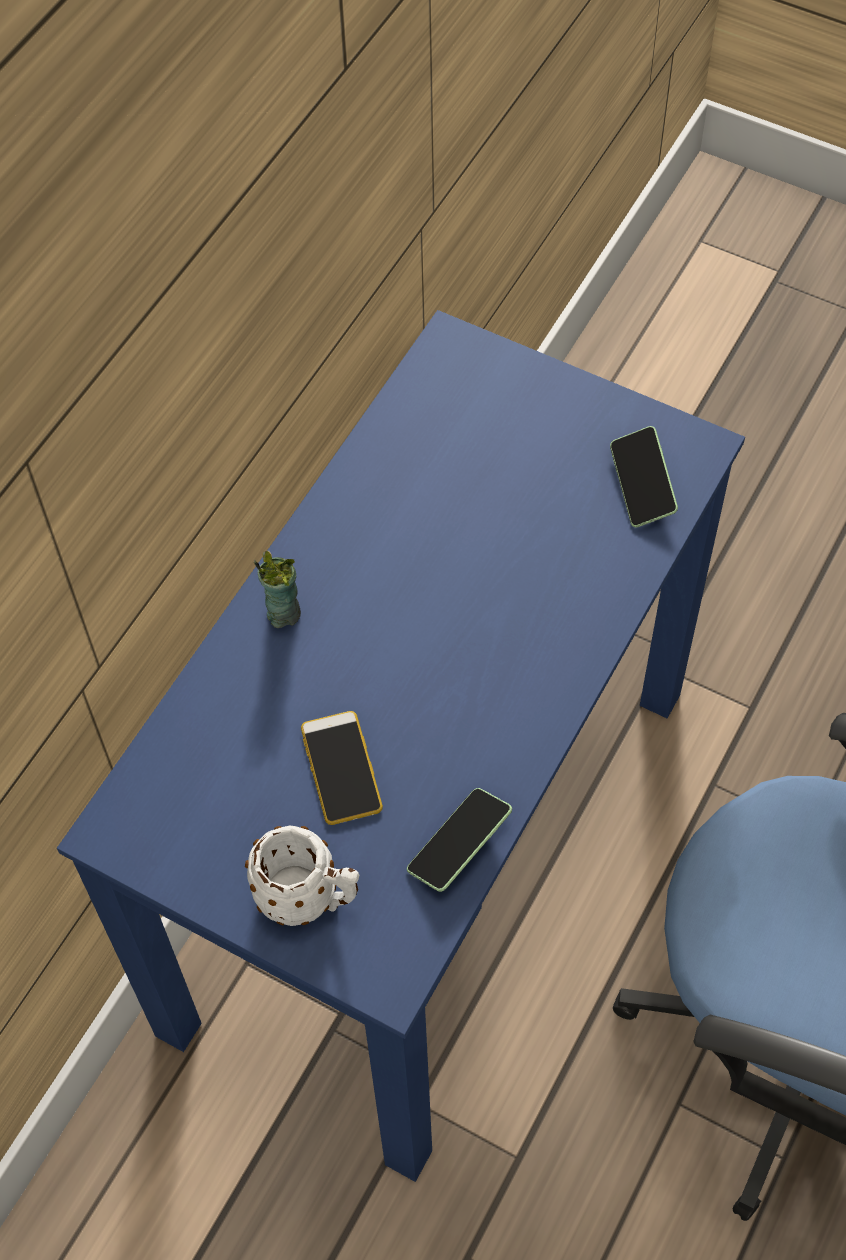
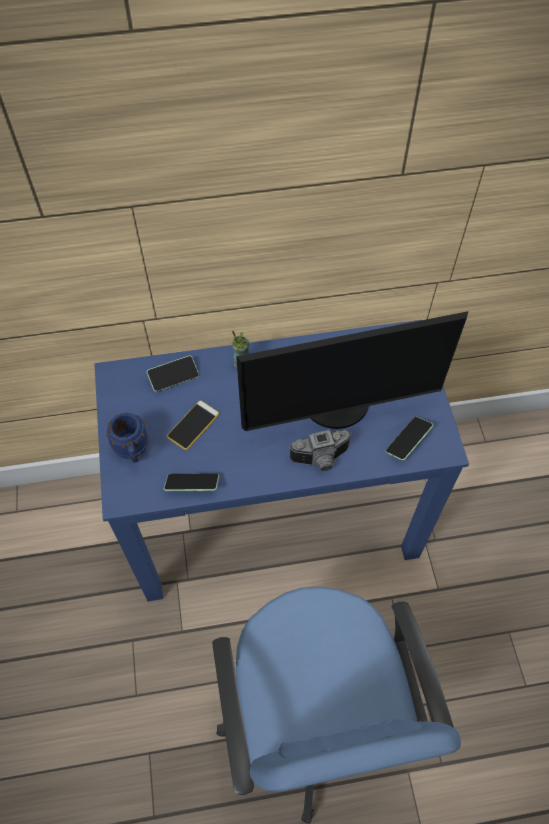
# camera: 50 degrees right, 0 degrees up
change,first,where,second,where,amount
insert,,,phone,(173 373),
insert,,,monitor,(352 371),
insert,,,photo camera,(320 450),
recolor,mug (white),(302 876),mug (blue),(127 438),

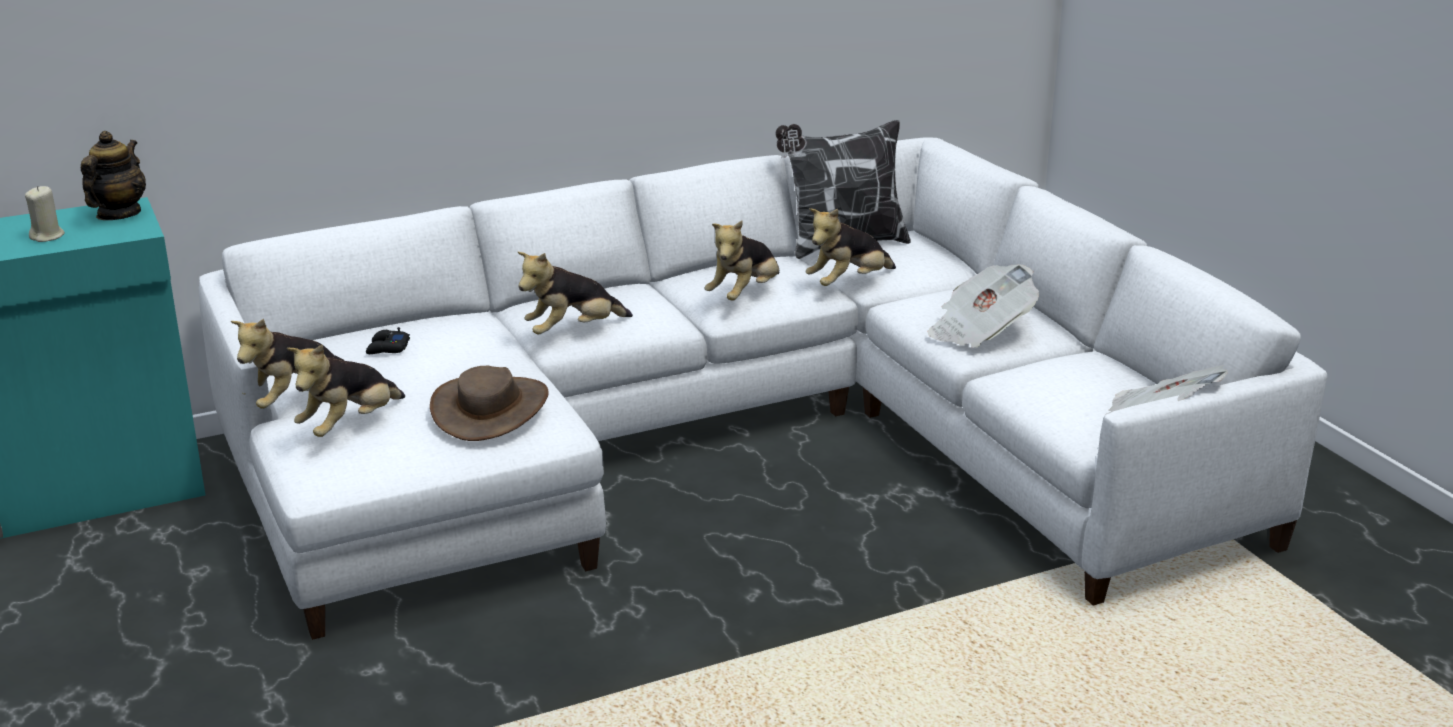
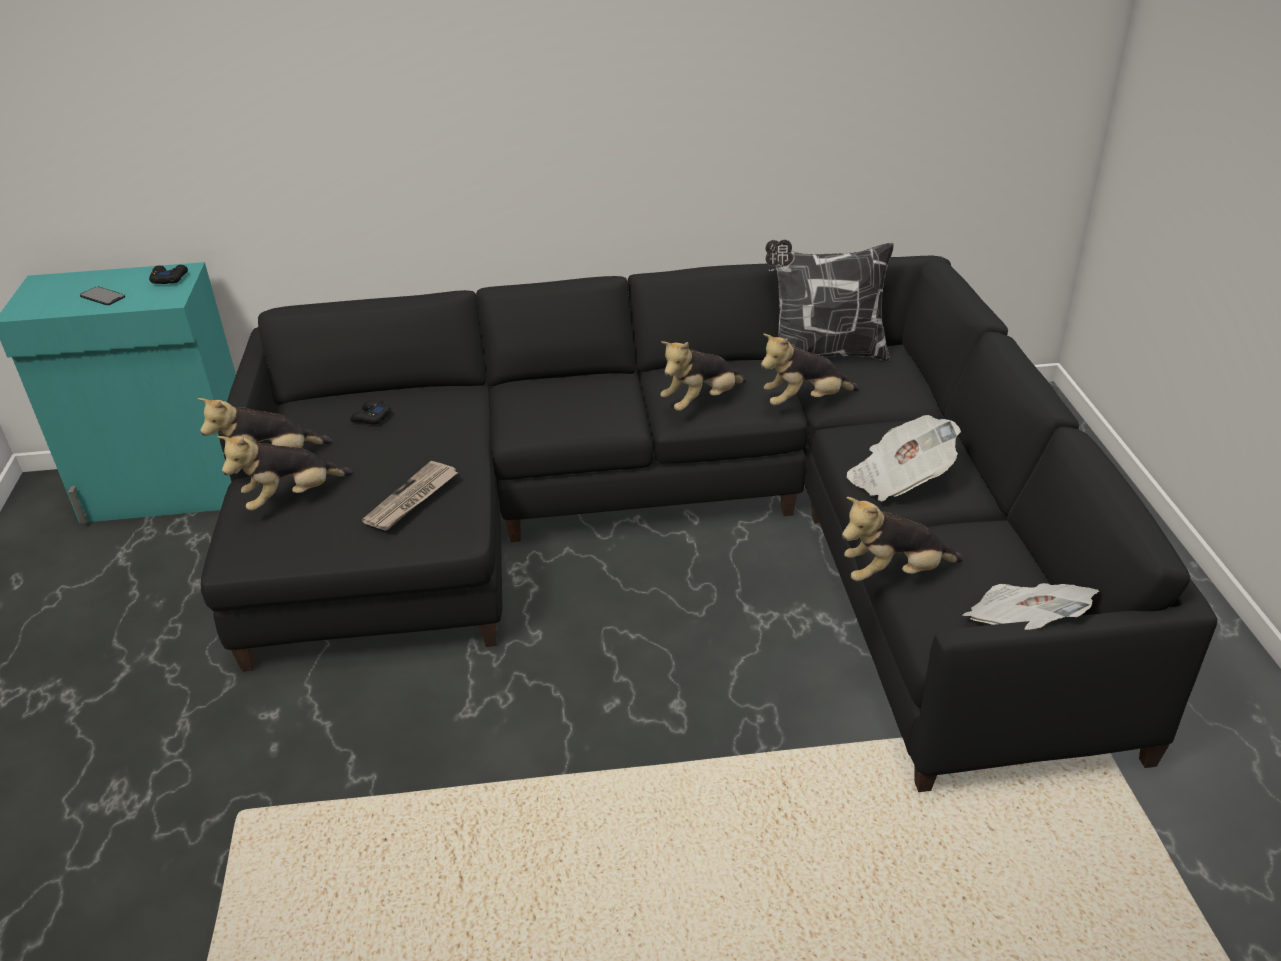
# camera: 20 degrees right, 10 degrees up
change,first,where,second,where,amount
move,plush toy,(575 293),,(903 539),
replace,candle (beige),(45 214),phone,(102 295),
replace,teapot,(113 175),game controller (black),(168 274),
replace,hat (brown),(489 403),newspaper,(410 496),
recolor,sofa (white),(763 388),sofa (black),(709 524),

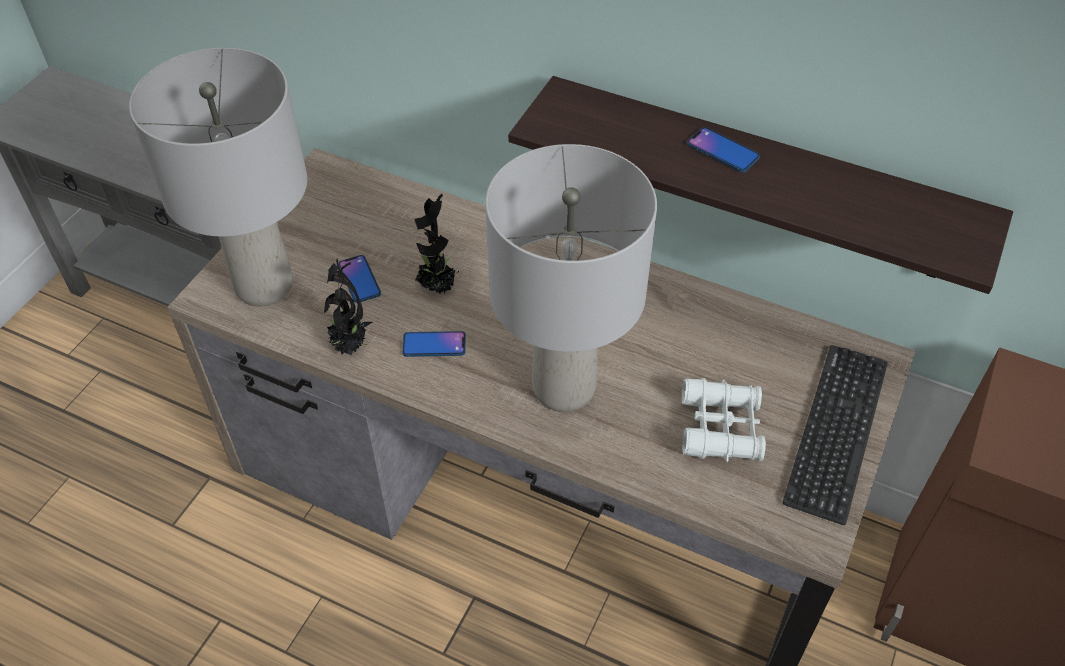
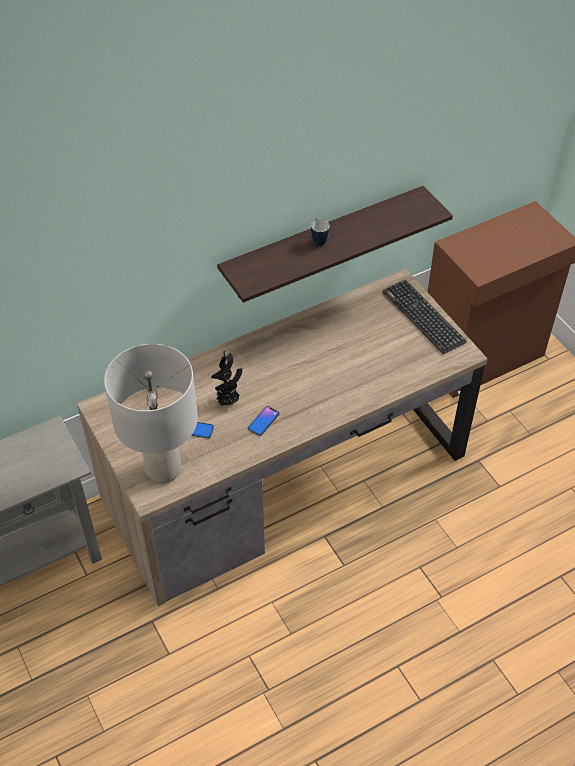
# camera: 55 degrees left, 0 degrees up
change,first,where,second,where,amount
delete,potted plant,(348 306),,,
delete,table lamp (grey),(571 278),,,
delete,binoculars (white),(724 420),,,
replace,phone,(723 150),mug,(320 232),

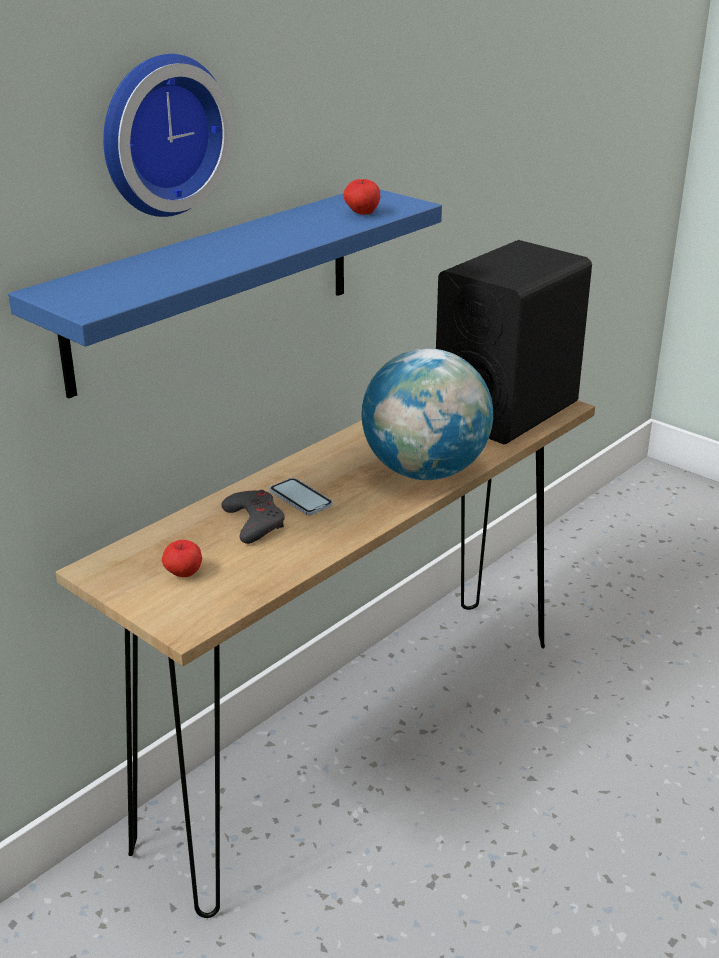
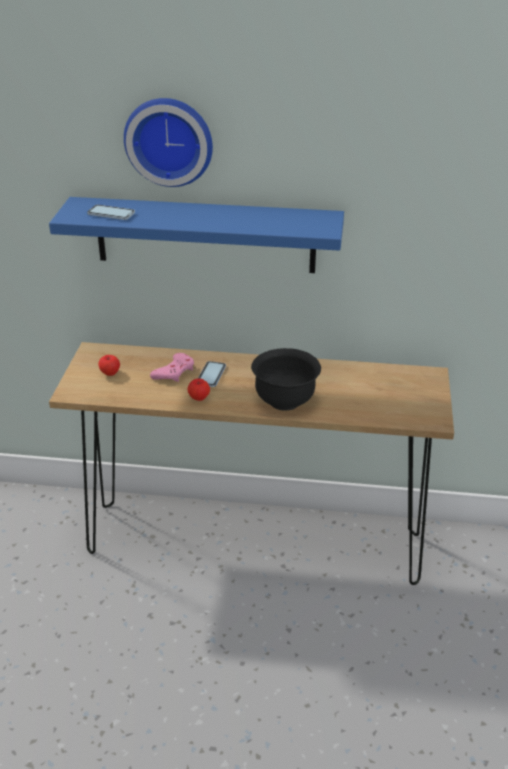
# camera: 55 degrees right, 5 degrees up
change,first,where,second,where,amount
delete,speaker (black),(514 342),,,
insert,,,phone,(111 212),
move,apple,(361 197),,(198 389),
replace,globe,(427 414),bowl (black),(286 379),
recolor,game controller (grey),(253 517),game controller (pink),(172 367),

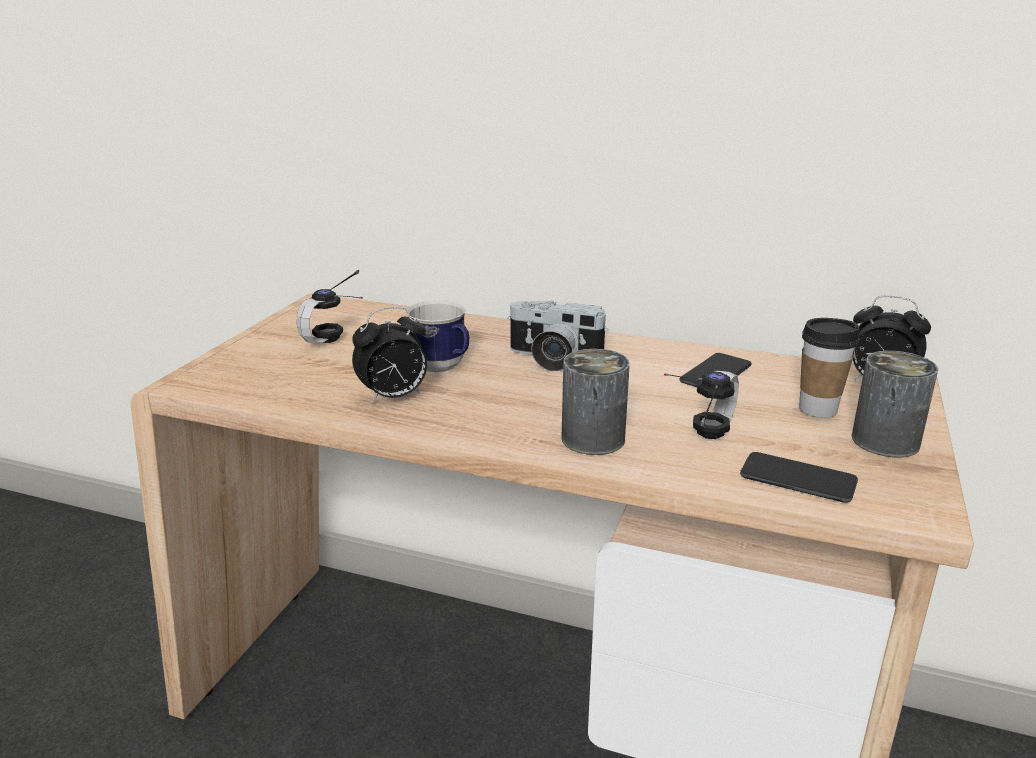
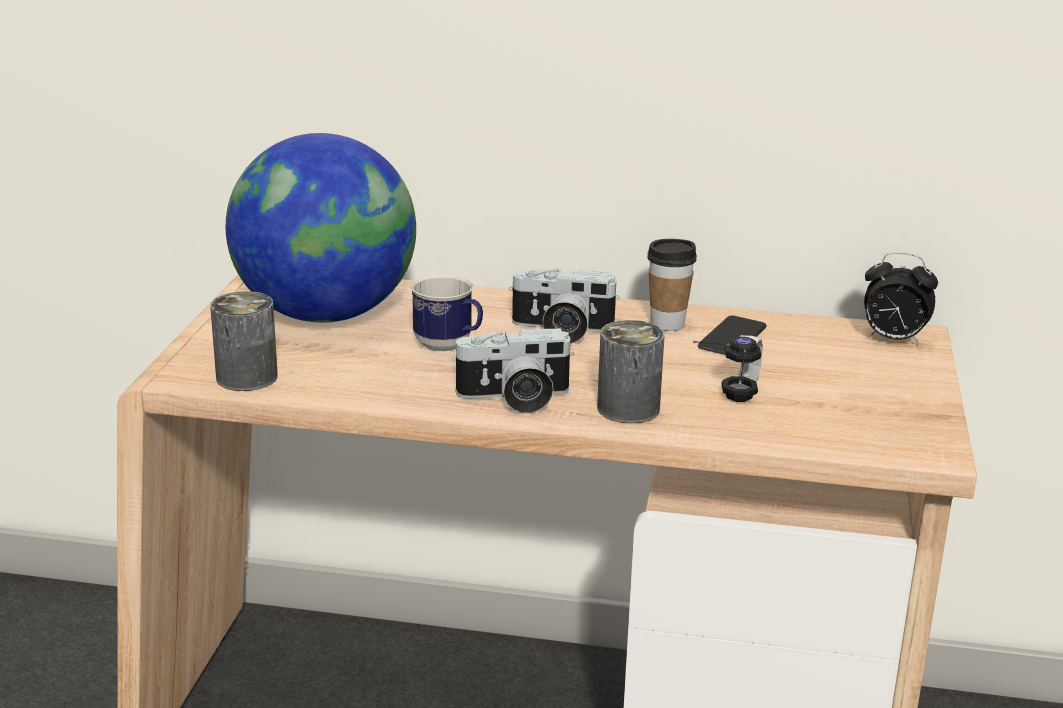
# camera: 10 degrees left, 0 degrees up
change,first,where,second,where,amount
delete,alarm clock,(389 355),,,
delete,phone,(799 477),,,
insert,,,photo camera,(512 370),
move,cup,(829 368),,(672 285),
move,can,(895 404),,(244 341),
replace,headphones,(330 306),globe,(321 228),

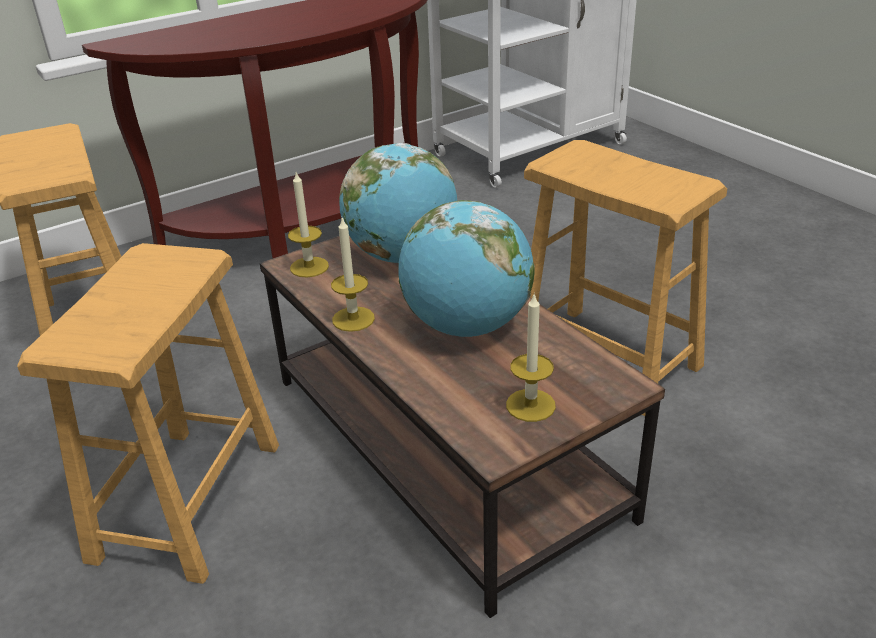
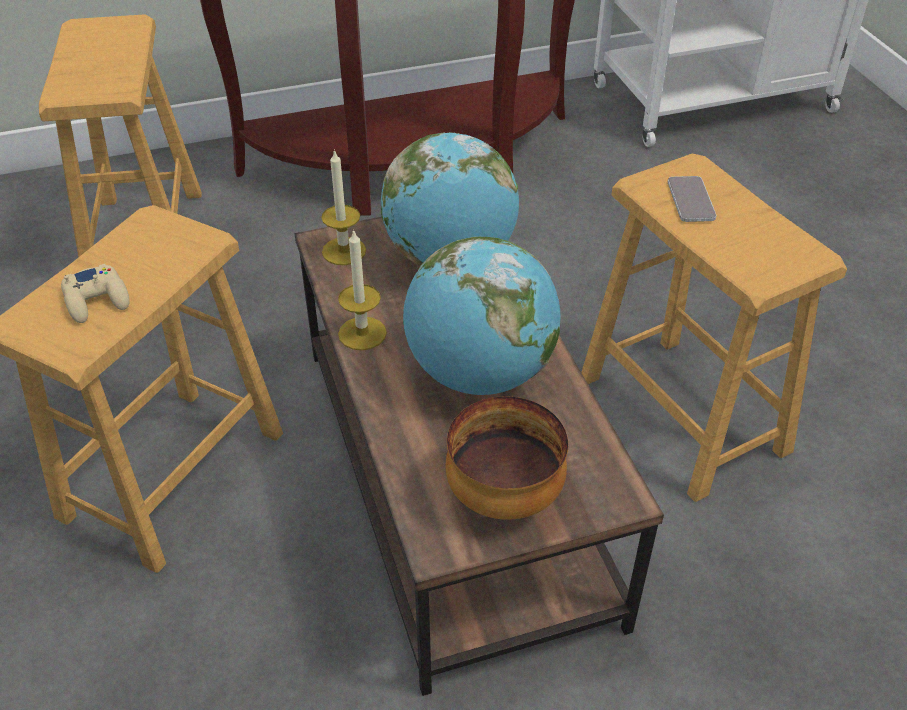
# camera: 15 degrees right, 10 degrees up
change,first,where,second,where,amount
insert,,,game controller (beige),(95 293),
insert,,,phone,(692 199),
replace,candle,(531 357),bowl,(507 458),

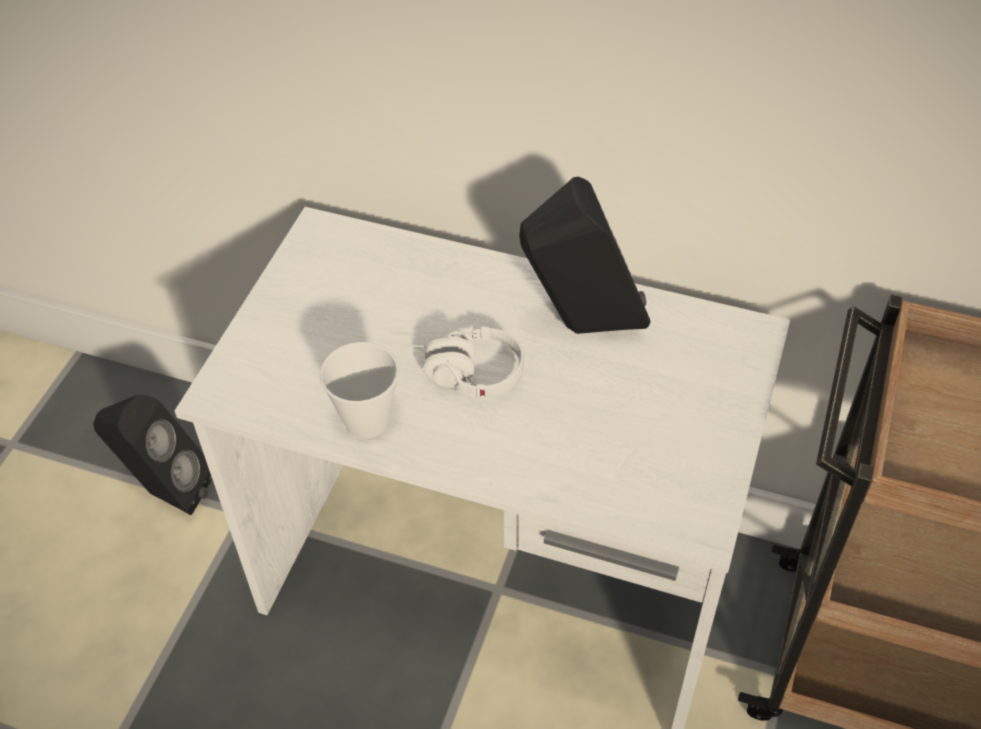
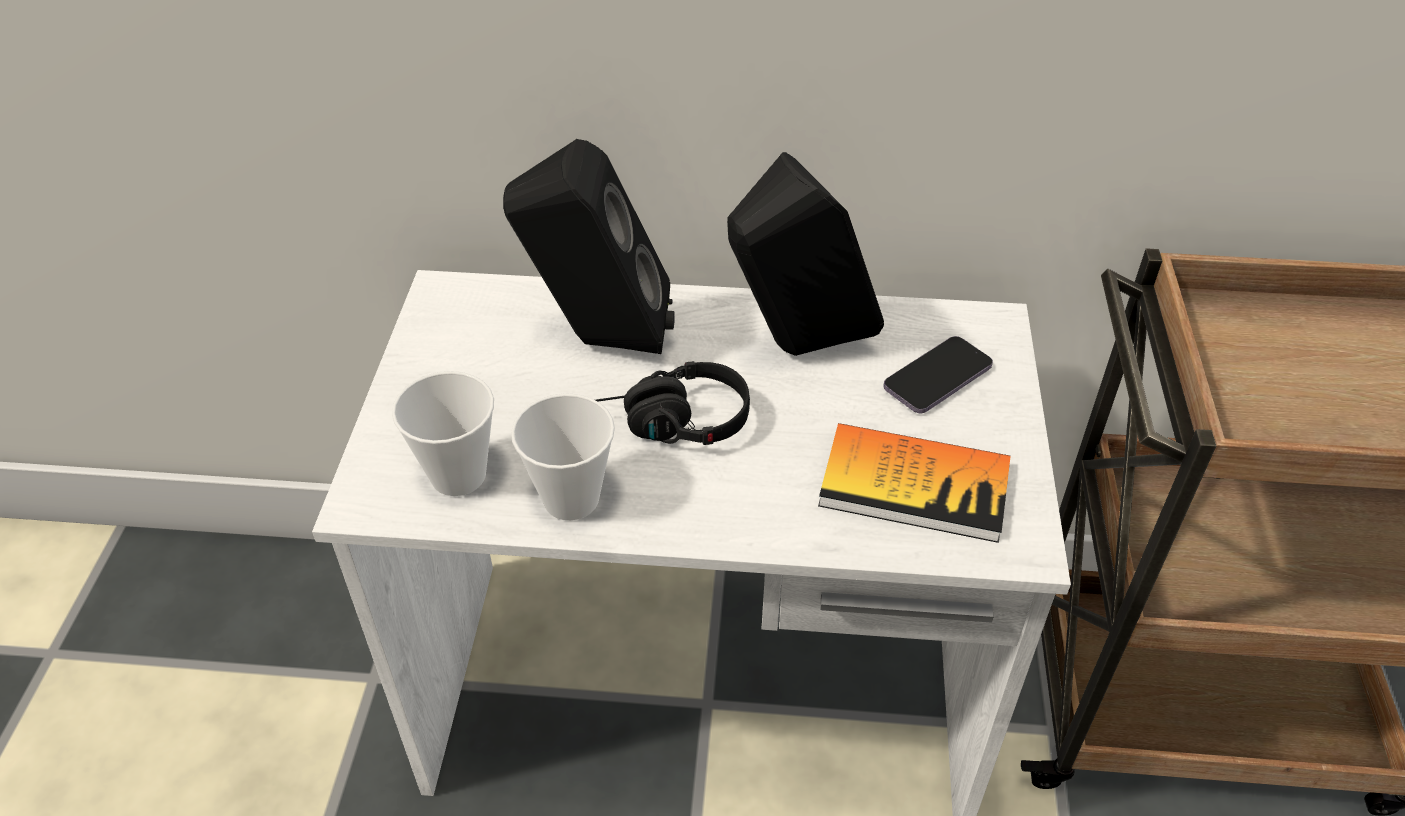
# camera: 15 degrees left, 5 degrees down
change,first,where,second,where,amount
insert,,,cup,(443 433),
insert,,,book,(914 483),
insert,,,phone,(938 374),
move,speaker (black),(152 454),,(589 246),
recolor,headphones (white),(462 362),headphones (black),(673 403),

